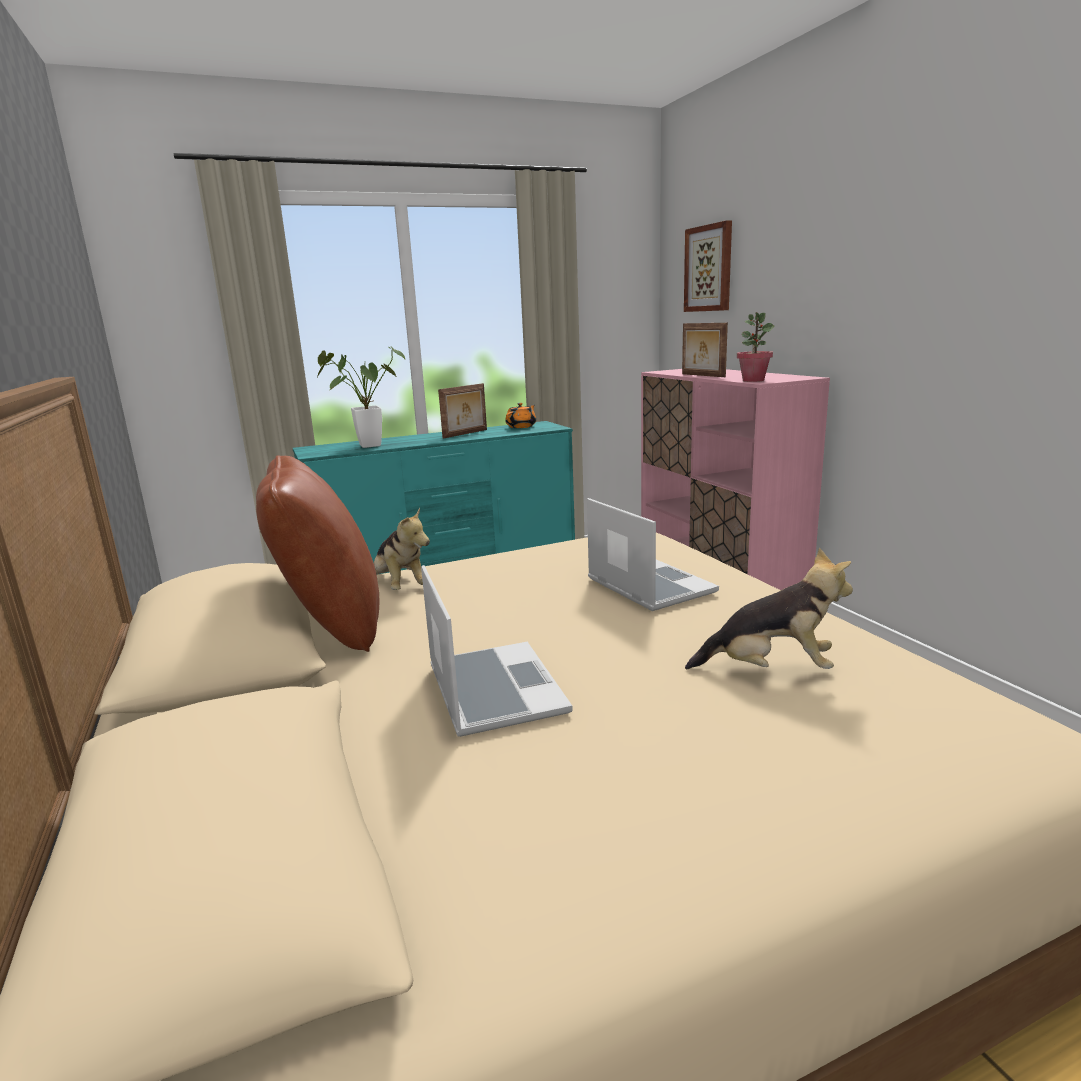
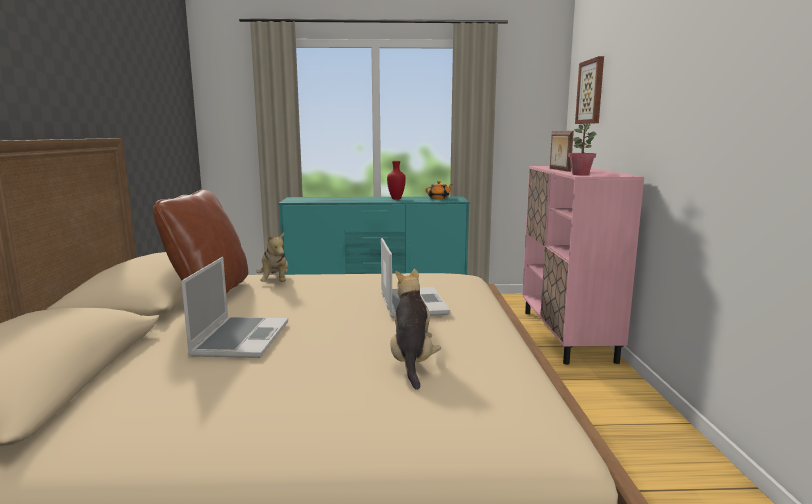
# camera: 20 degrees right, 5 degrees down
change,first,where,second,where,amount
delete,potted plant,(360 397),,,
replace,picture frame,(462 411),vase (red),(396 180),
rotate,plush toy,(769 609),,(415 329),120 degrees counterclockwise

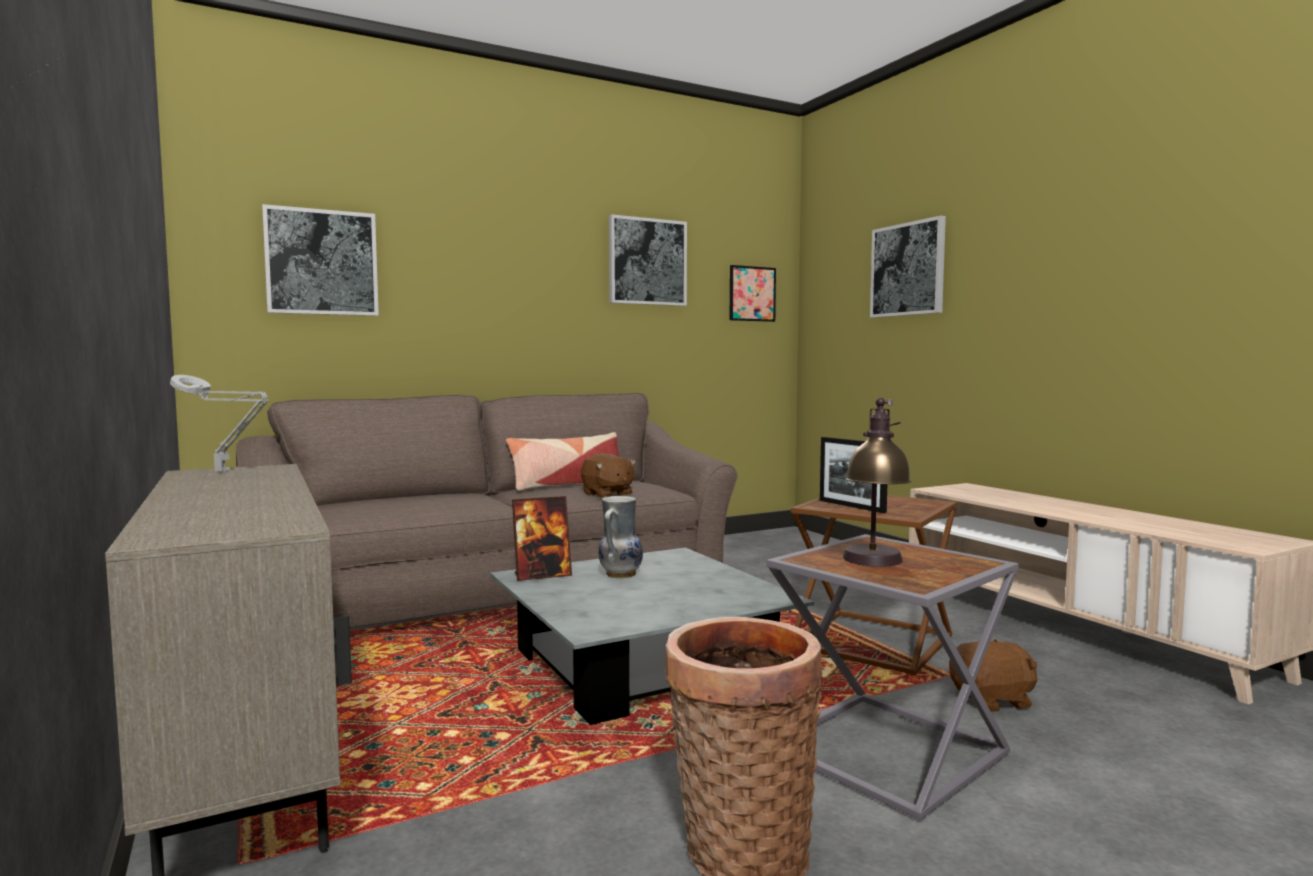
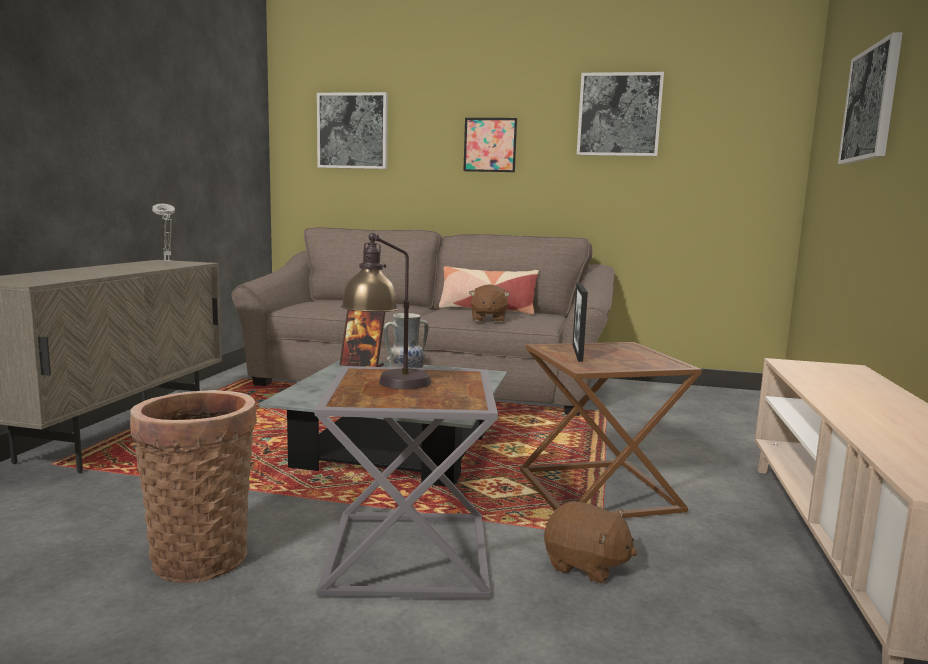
# camera: 40 degrees right, 5 degrees up
change,first,where,second,where,amount
move,picture,(752 293),,(490 145),

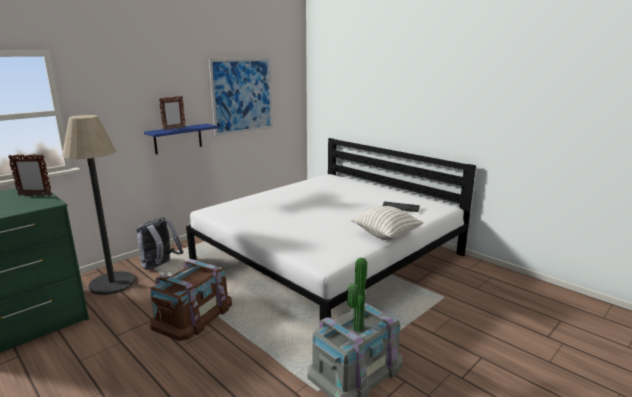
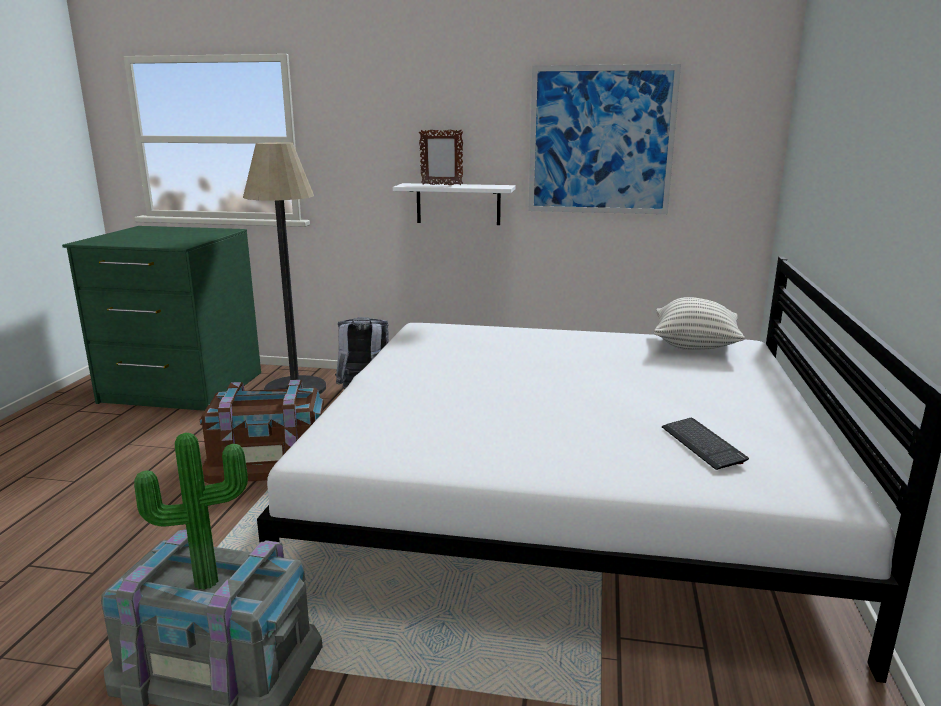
# camera: 55 degrees right, 0 degrees up
change,first,where,second,where,amount
delete,picture frame,(30 175),,,
move,pillow,(387 223),,(699 323),
recolor,shelf (blue),(181 139),shelf (white),(454 204),

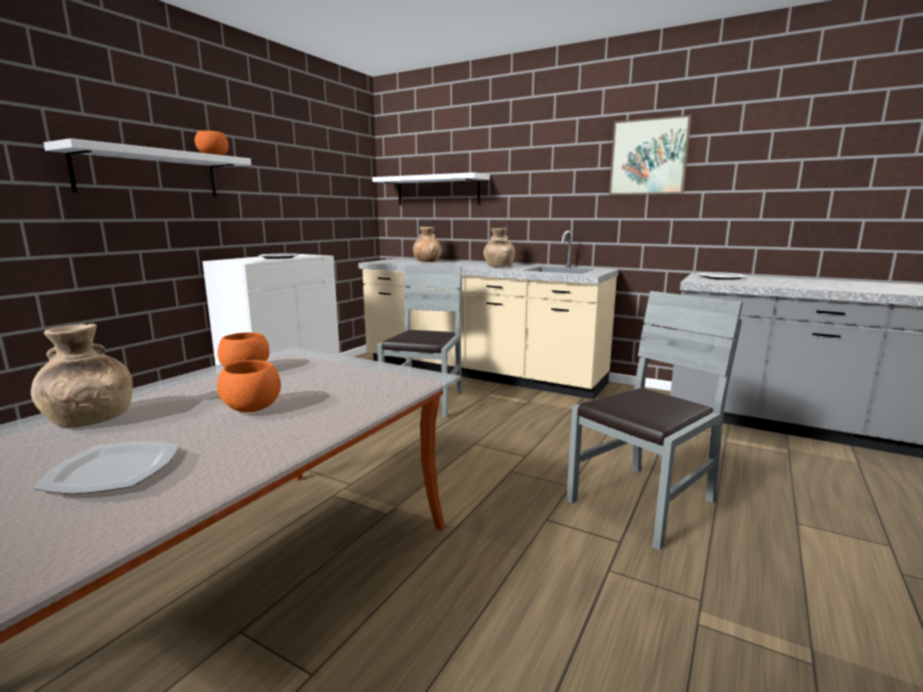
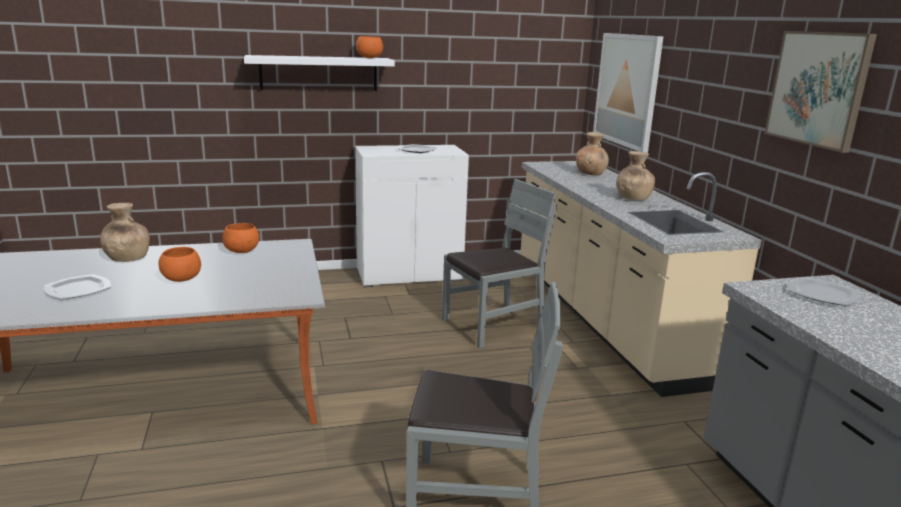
# camera: 45 degrees right, 5 degrees up
change,first,where,second,where,amount
replace,shelf (white),(431 189),picture,(628 93),

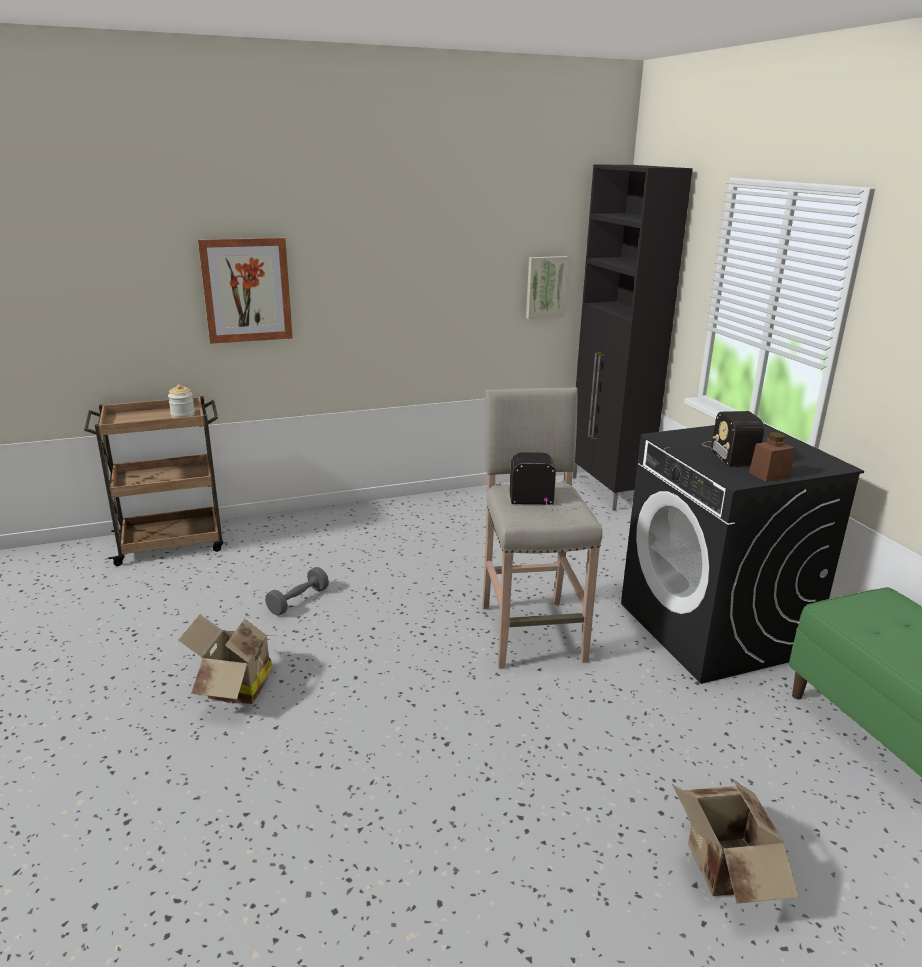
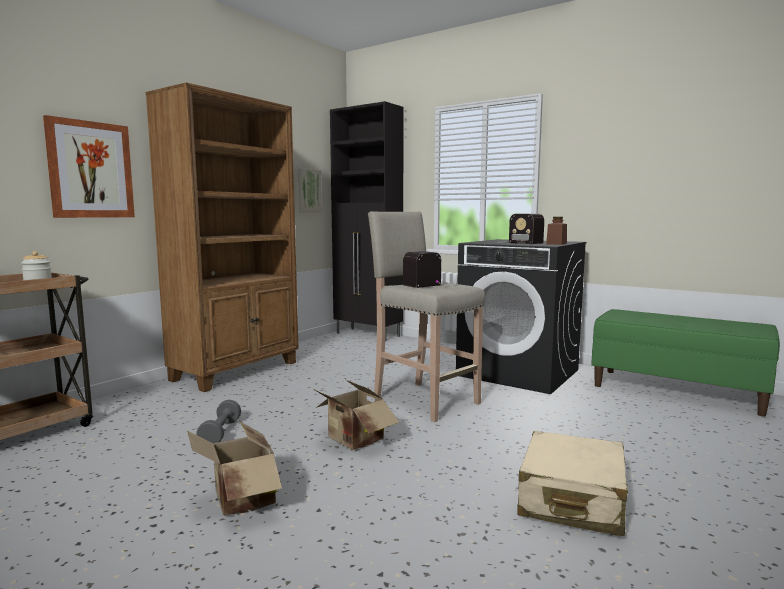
# camera: 35 degrees left, 15 degrees down
change,first,where,second,where,amount
insert,,,bookcase (brown),(222 237),
insert,,,suitcase (beige),(572 483),
move,cardboard box,(735 841),,(356 415),

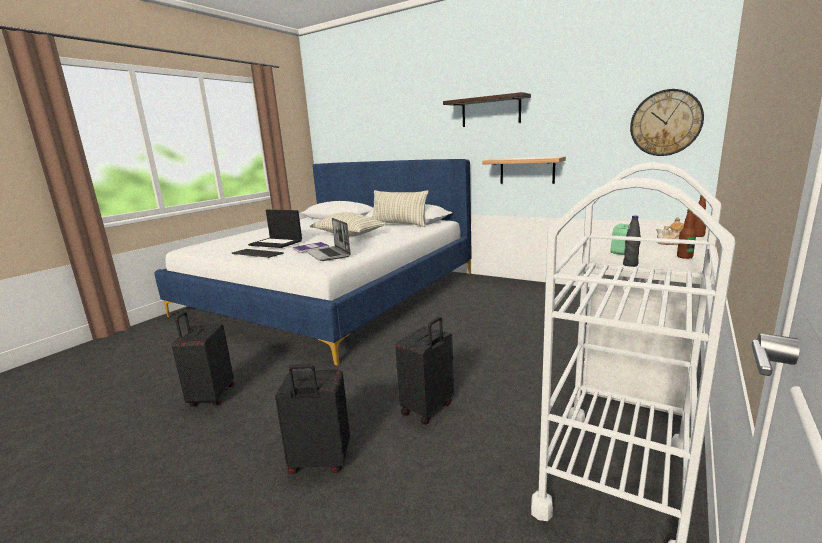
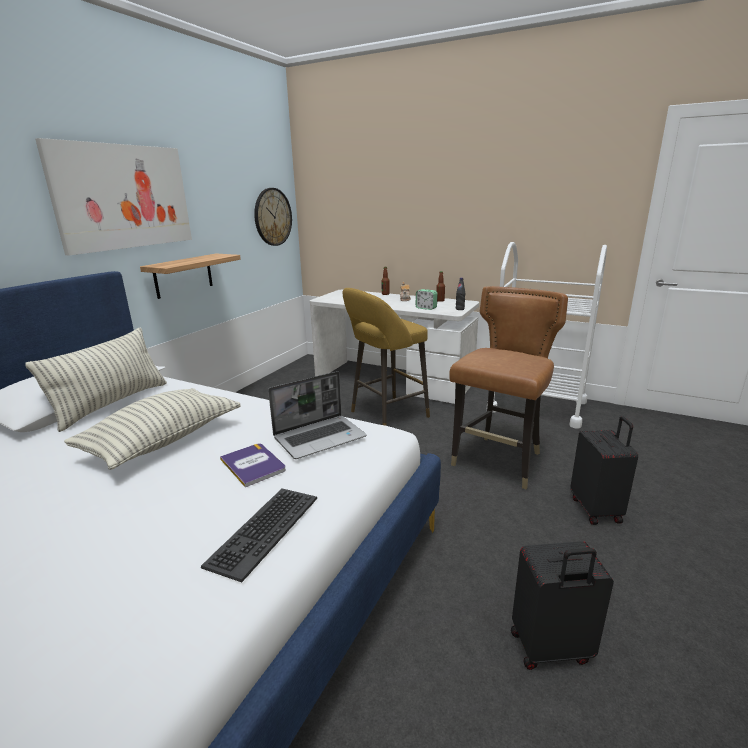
# camera: 95 degrees left, 5 degrees up
change,first,where,second,where,amount
delete,laptop,(275 229),,,
insert,,,stool (yellow),(386 357),
replace,suitcase (black),(424 371),chair (brown),(508 387),
replace,shelf,(487 109),picture,(113 196),

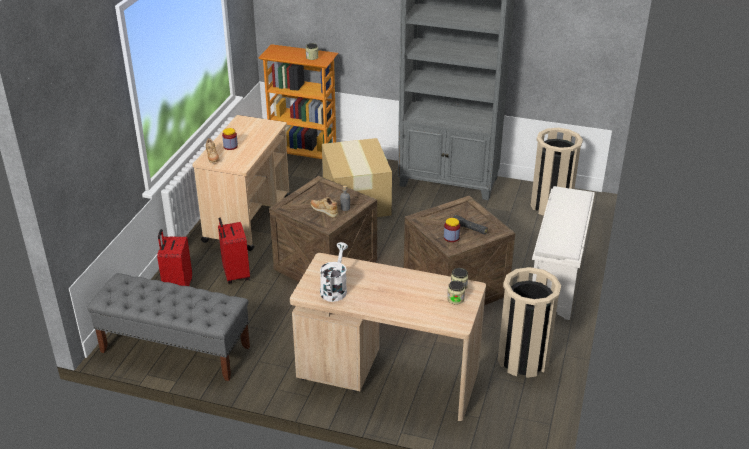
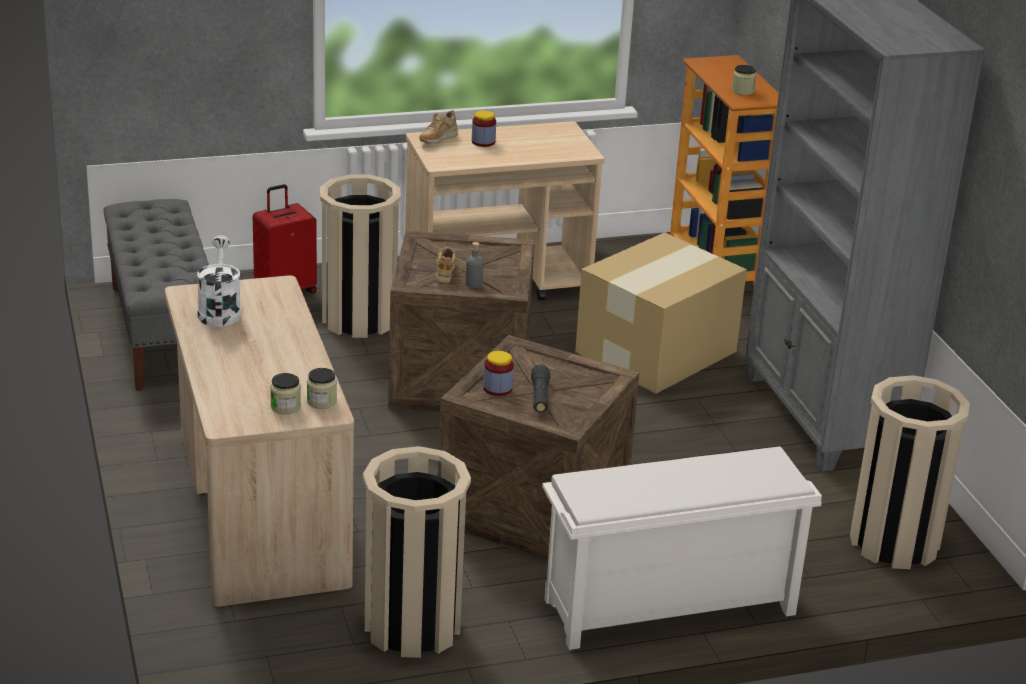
# camera: 55 degrees right, 5 degrees down
change,first,where,second,where,amount
replace,suitcase (red),(234 250),trash can (beige),(360 256),
rotate,watering can (white),(334 272),,(219 281),75 degrees counterclockwise

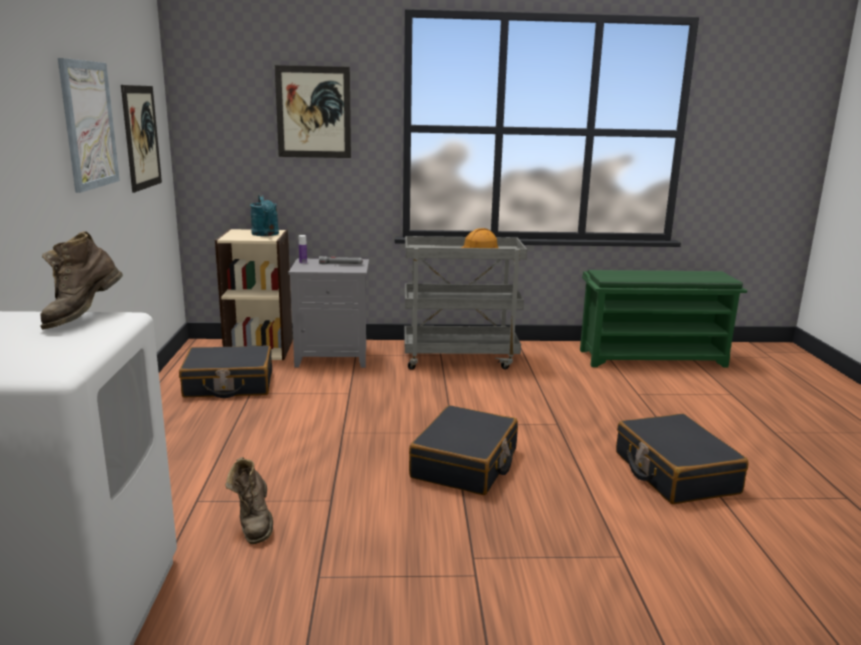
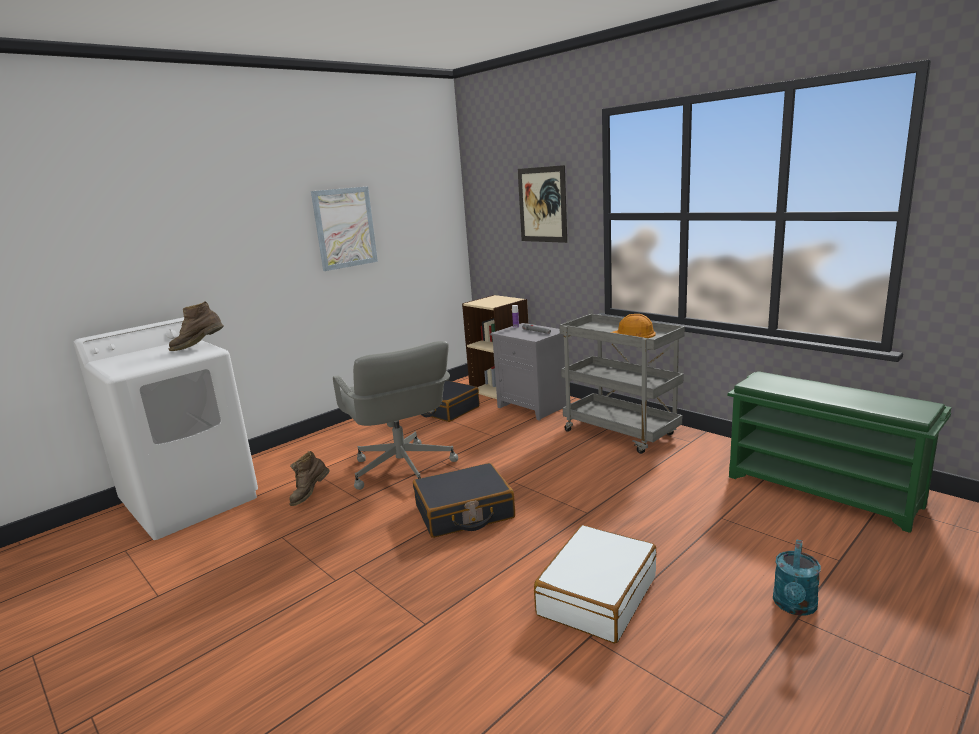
# camera: 50 degrees right, 0 degrees up
change,first,where,second,where,amount
delete,picture,(141 139),,,
insert,,,office chair (grey),(395 415),
move,watering can (turquoise),(264 215),,(797 577),
recolor,suitcase (black),(682 459),suitcase (white),(595 584),

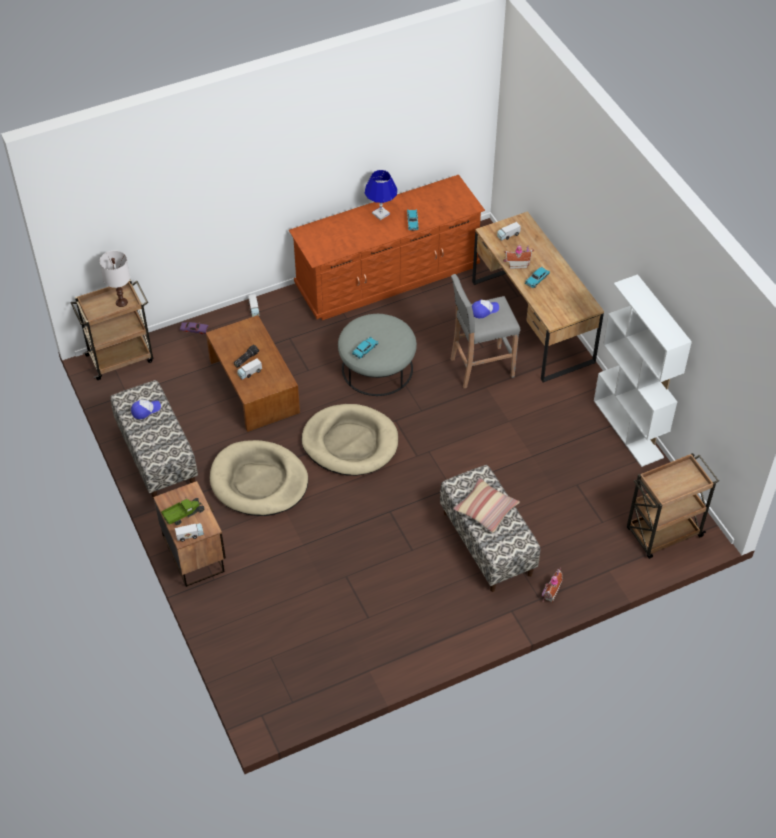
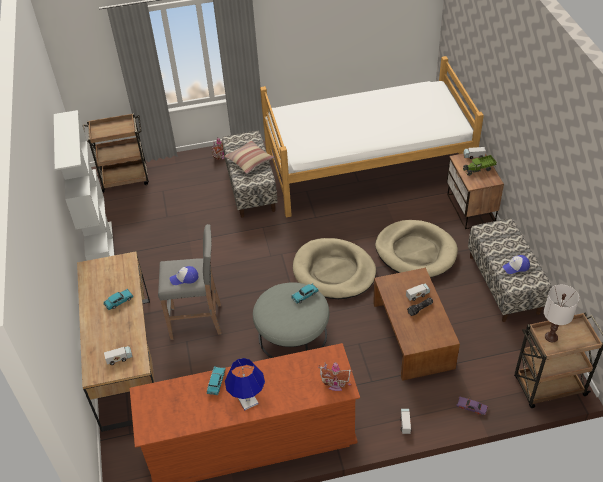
# camera: 165 degrees left, 5 degrees down
change,first,where,second,where,amount
insert,,,bed,(372 136),
move,toy house,(518 256),,(335 376),

